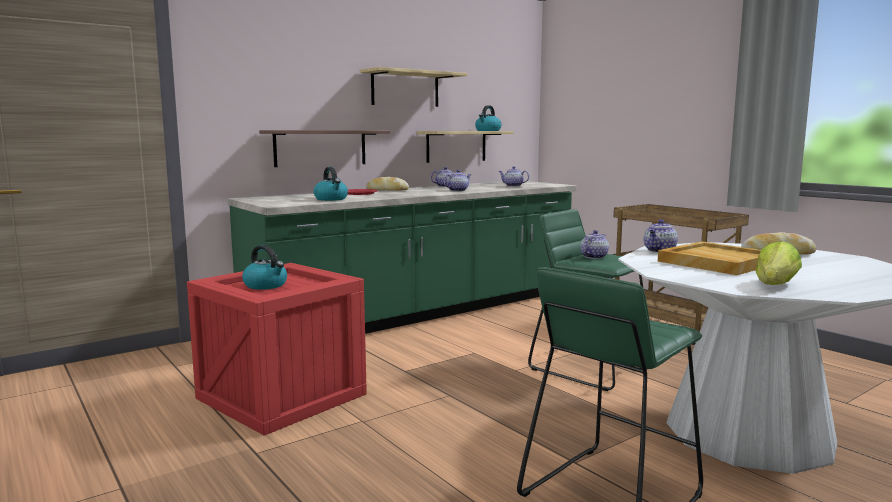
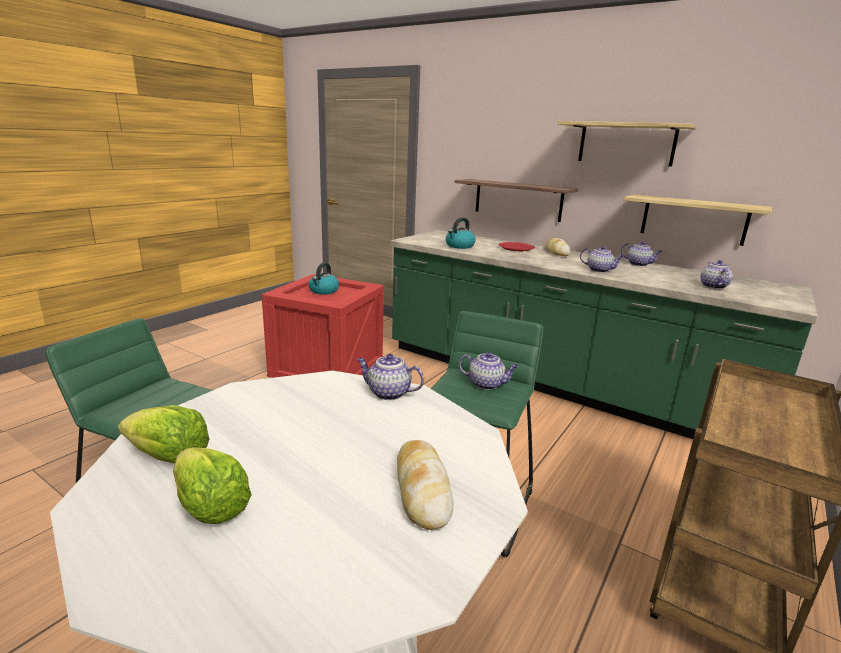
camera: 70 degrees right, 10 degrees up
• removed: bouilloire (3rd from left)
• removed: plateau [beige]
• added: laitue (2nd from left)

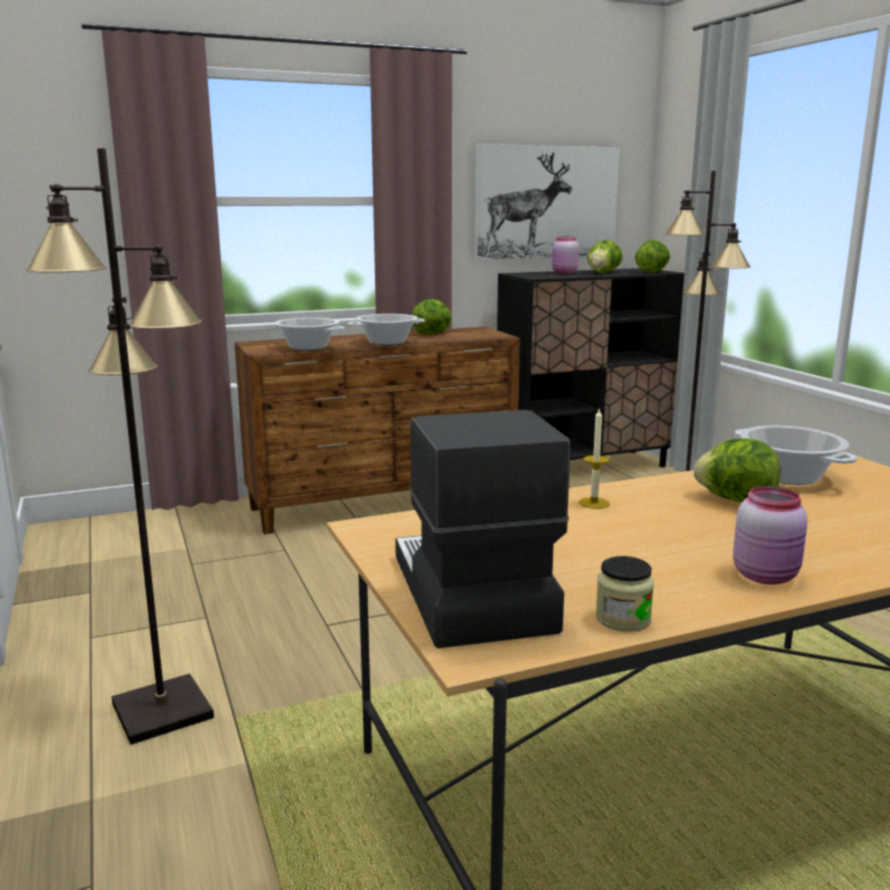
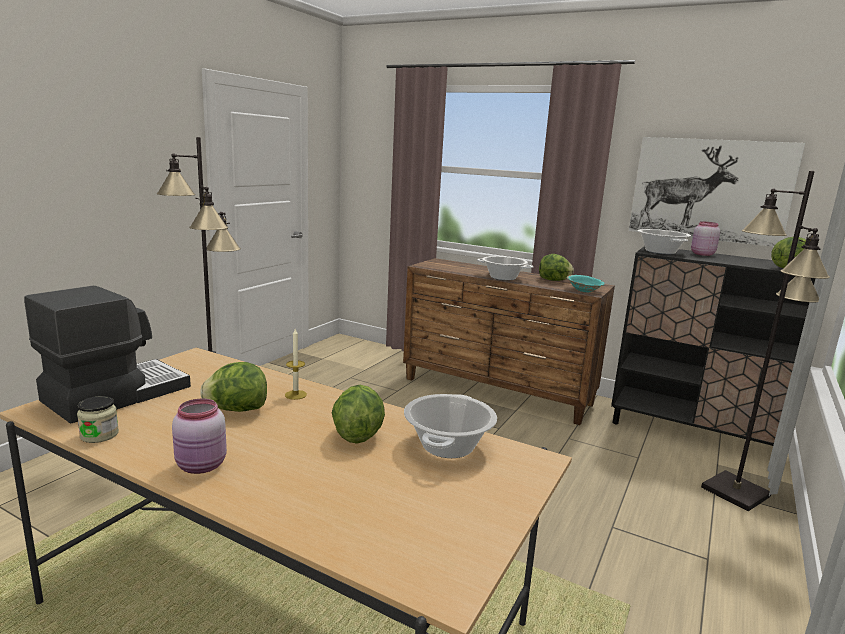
camera: 50 degrees right, 0 degrees up
• added: bol [turquoise]
• moved: marmite (1st from left in the first image) to marmite (3rd from left)
• moved: laitue (2nd from left in the first image) to laitue (1st from left)

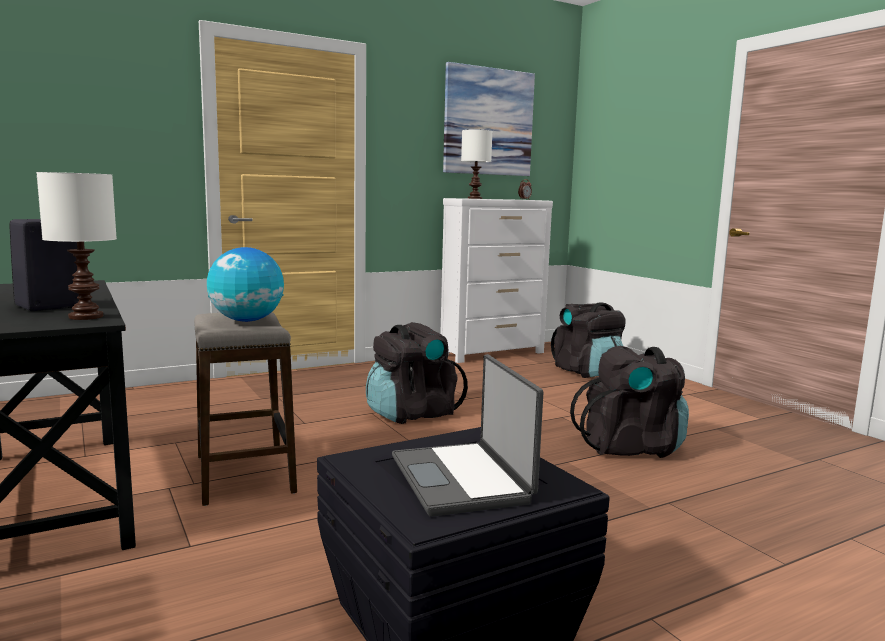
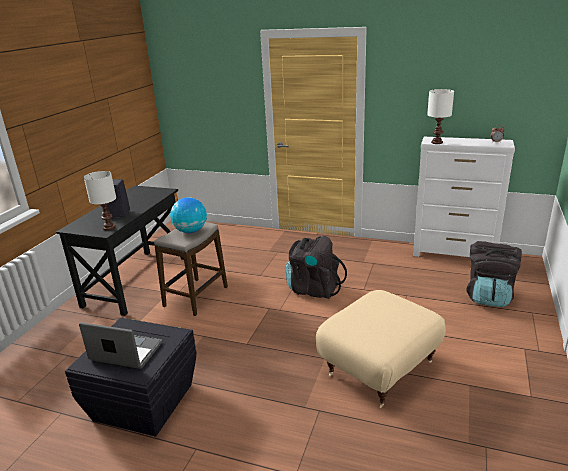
camera: 50 degrees right, 15 degrees up
• removed: tableau
• replaced: sac à dos [noir] (3rd from left) to pouf [beige]
• turned: ordinateur portable 75 degrees clockwise

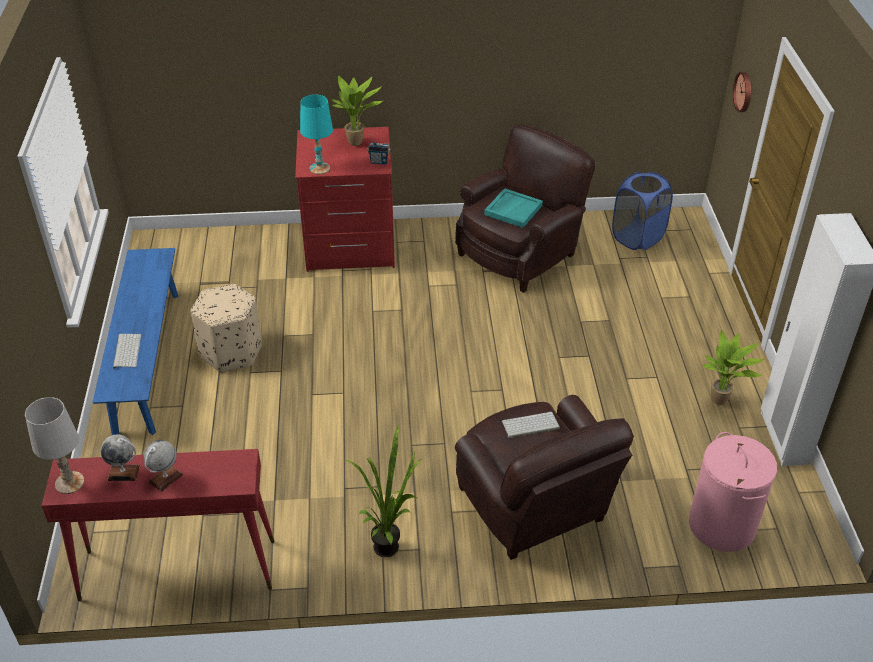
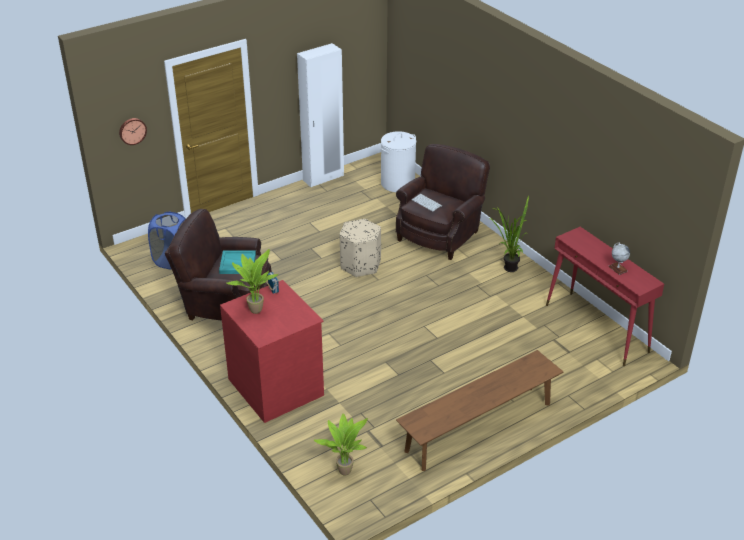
camera: 120 degrees left, 5 degrees down
• removed: lampe de table [blanc]
• removed: clavier (1st from left)
• removed: globe (2nd from left)
• removed: lampe de table [turquoise]
• moved: pouf [beige]
• moved: plante en pot (3rd from left in the first image) to plante en pot (2nd from left)
• recoloured: banc [bleu] to banc [marron]
• recoloured: panier à linge [rose] to panier à linge [blanc]

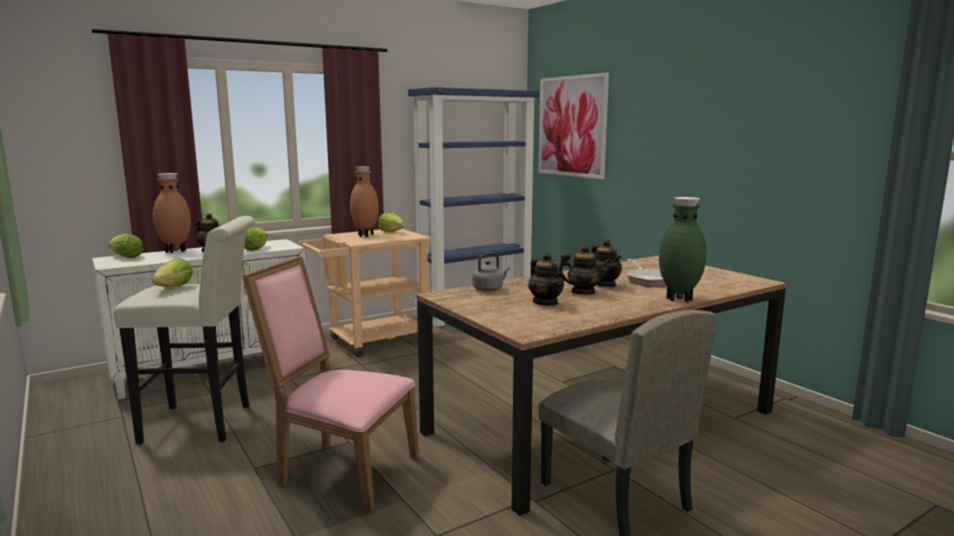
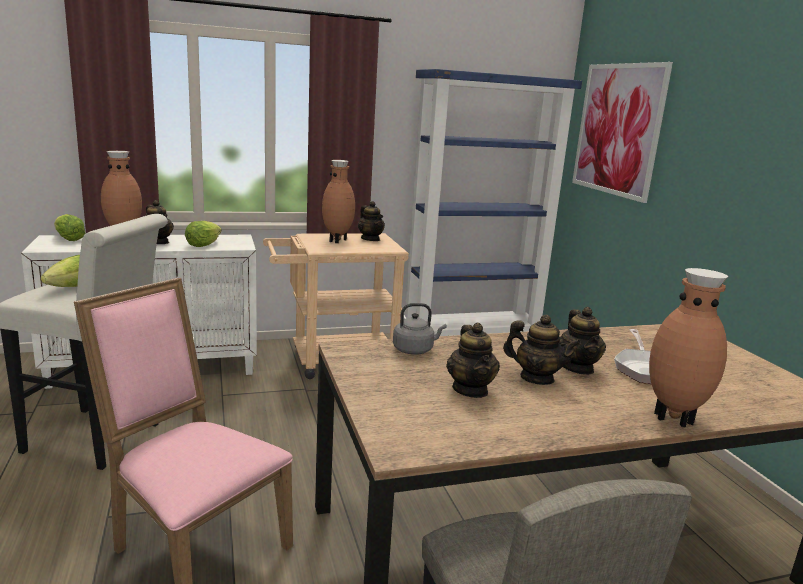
camera: 15 degrees right, 5 degrees up
• replaced: laitue (4th from left) to théière (2nd from left)
• recoloured: vase [vert] to vase [marron] (3rd from left)

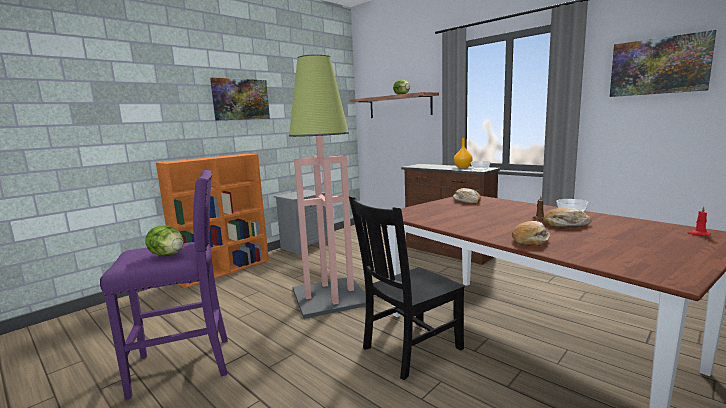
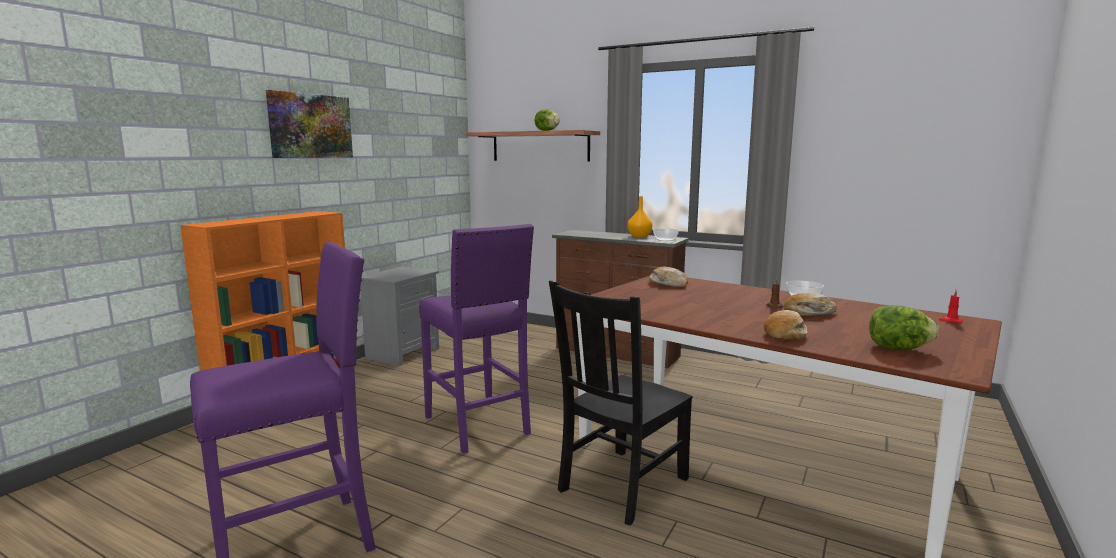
camera: 15 degrees left, 0 degrees up
• removed: tableau (2nd from left)
• moved: laitue (1st from left in the first image) to laitue (2nd from left)
• replaced: lampadaire to tabouret [violet] (2nd from left)

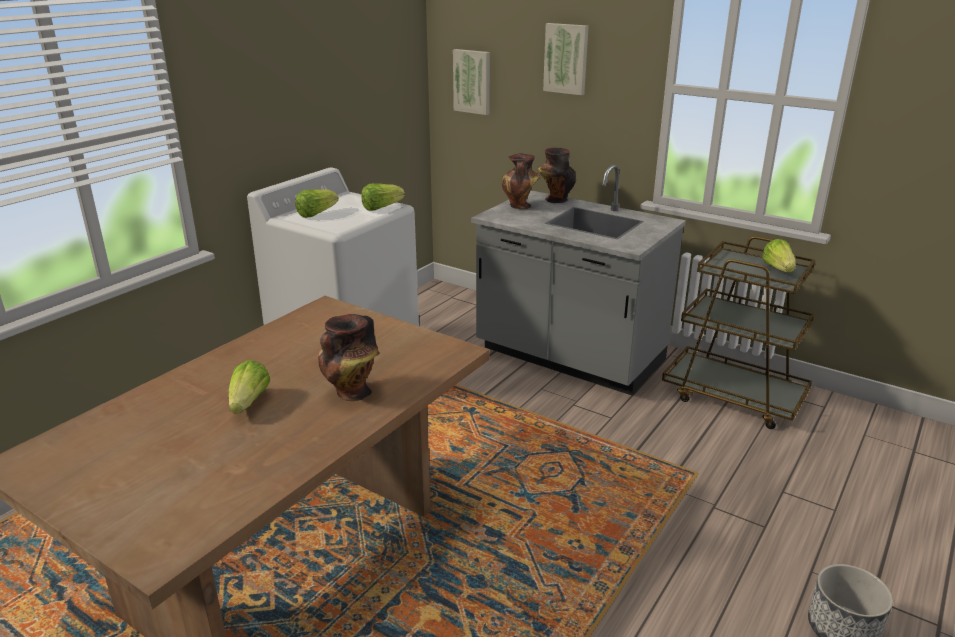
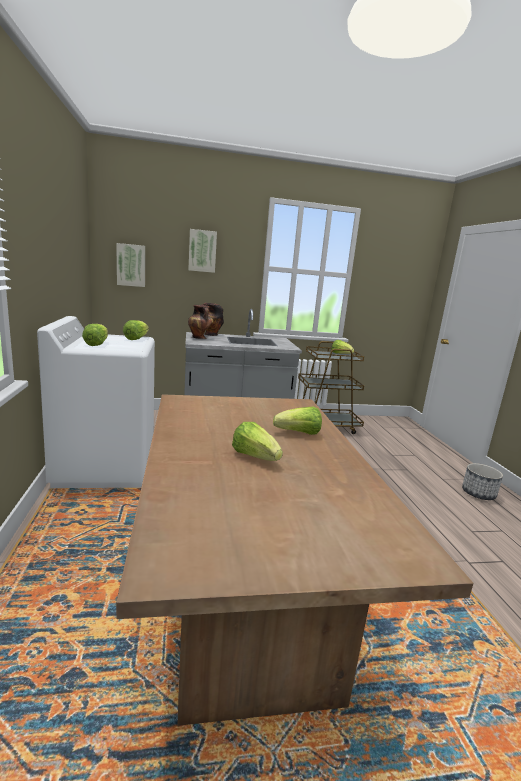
camera: 45 degrees left, 10 degrees down
• replaced: vase (1st from left) to laitue (4th from left)

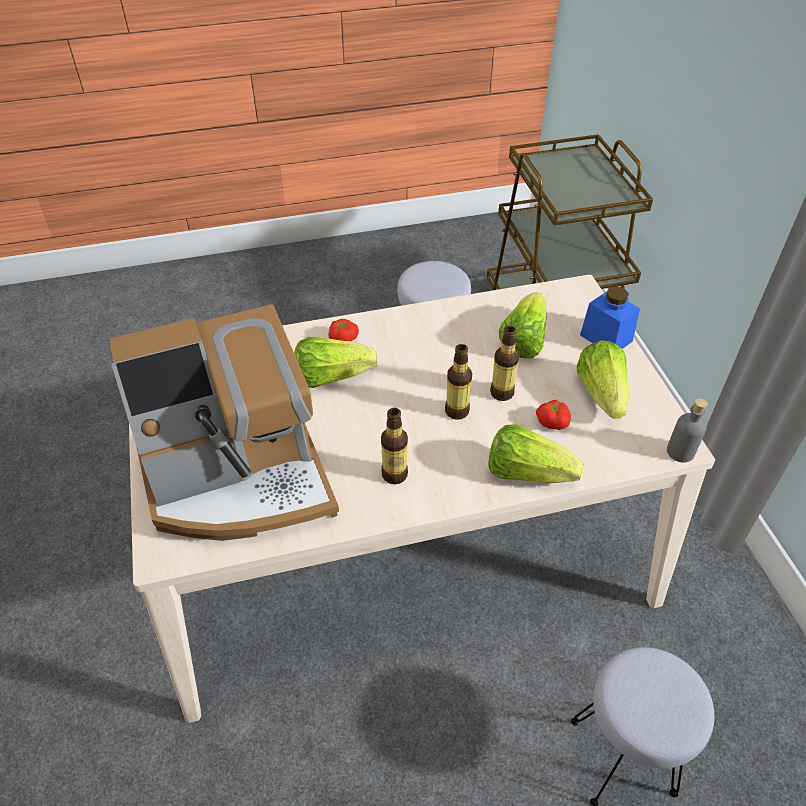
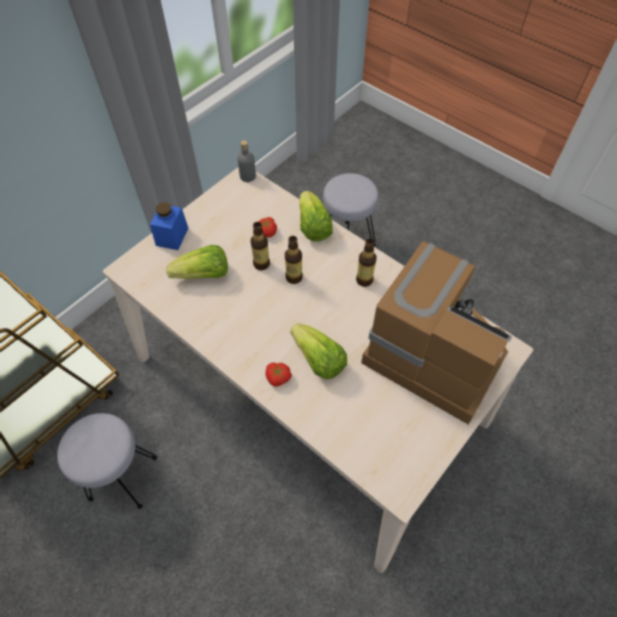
camera: 125 degrees left, 10 degrees up
• removed: laitue (4th from left)

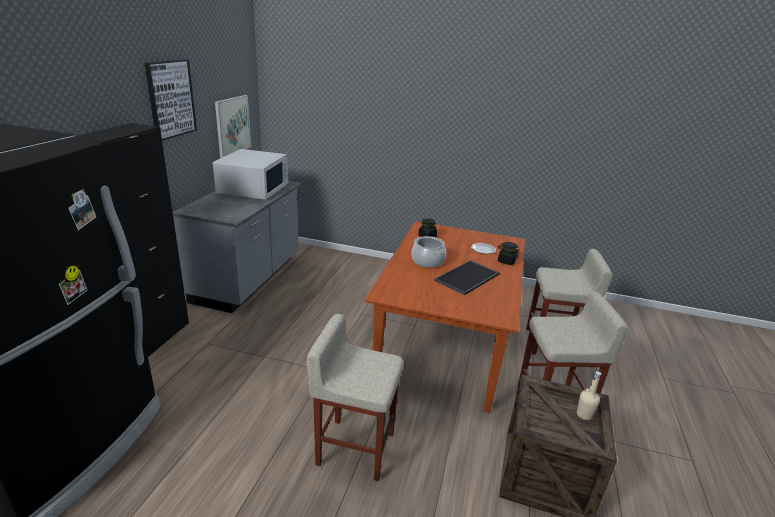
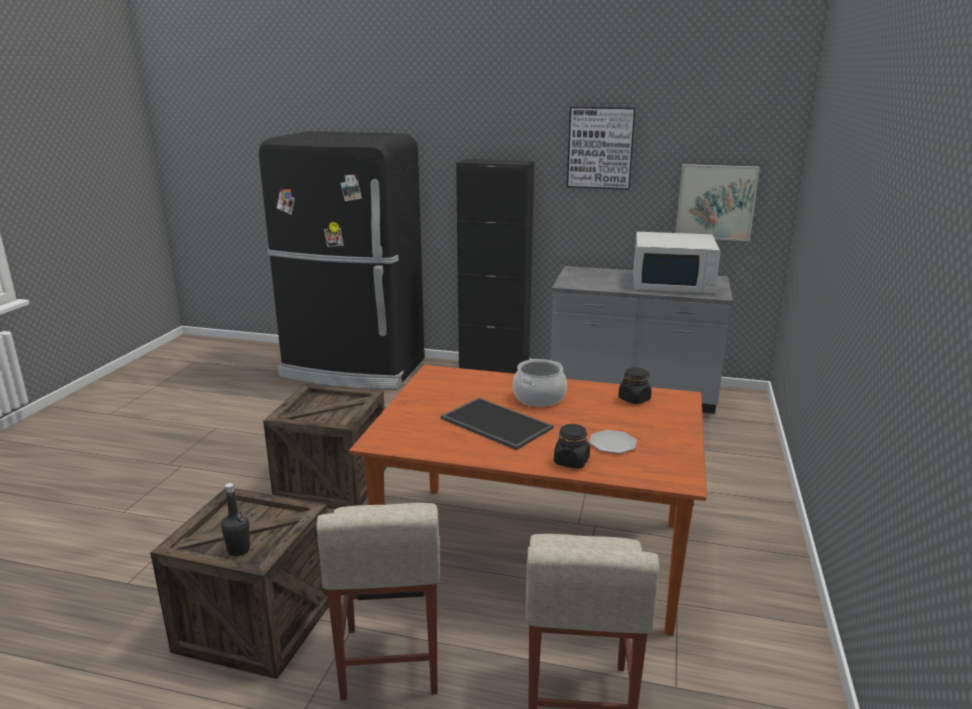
camera: 90 degrees right, 5 degrees down
• replaced: tabouret [beige] (1st from left) to caisse (2nd from left)
• recoloured: bouteille [beige] to bouteille [noir]

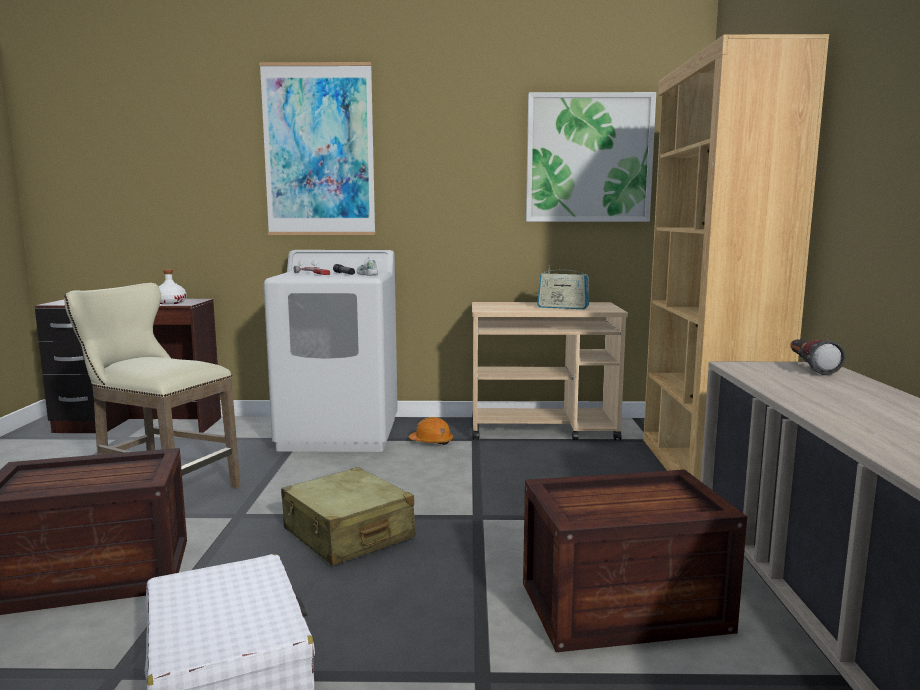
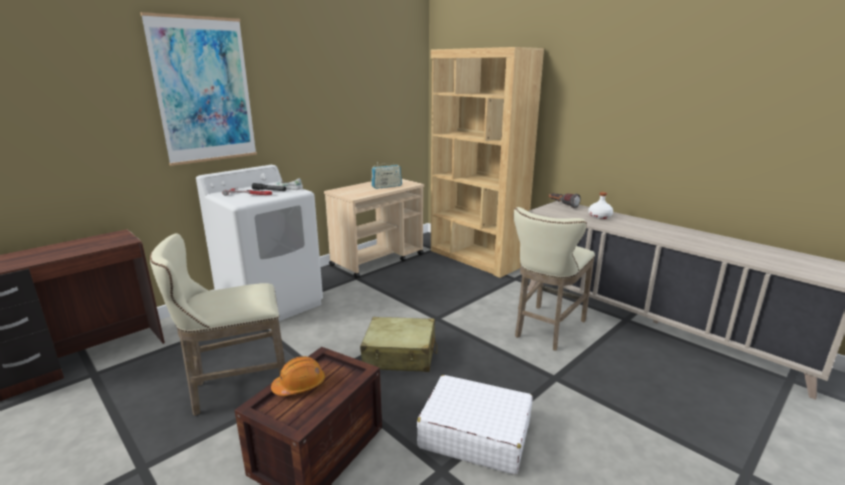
camera: 45 degrees left, 10 degrees up
• removed: tableau (2nd from left)
• moved: bouteille [blanc]
• moved: casque de chantier [orange]
• replaced: caisse (2nd from left) to tabouret [beige] (2nd from left)

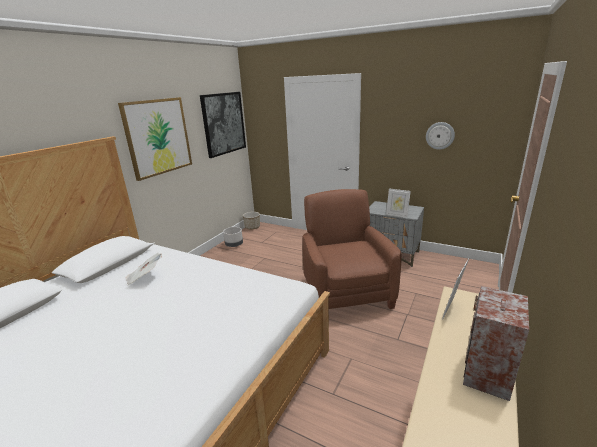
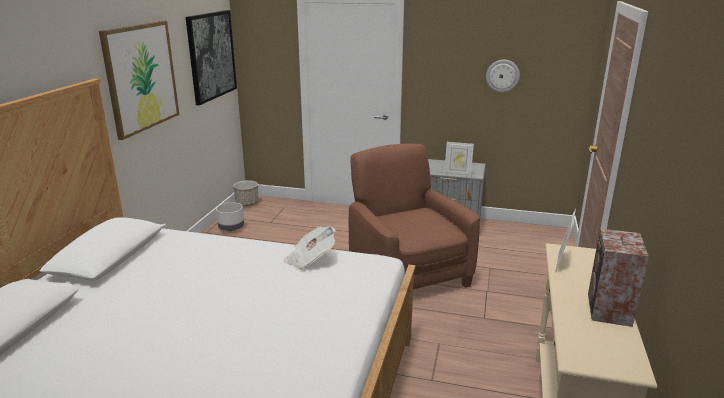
camera: 15 degrees left, 0 degrees up
• moved: journal

